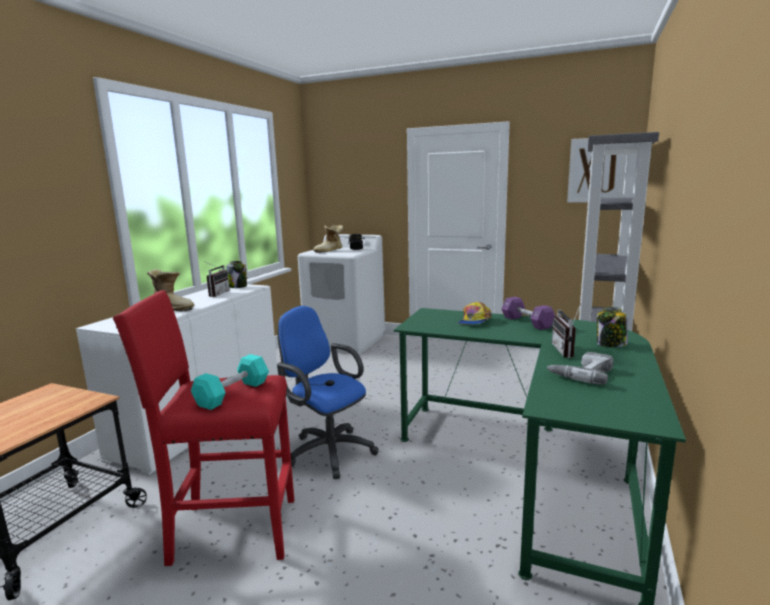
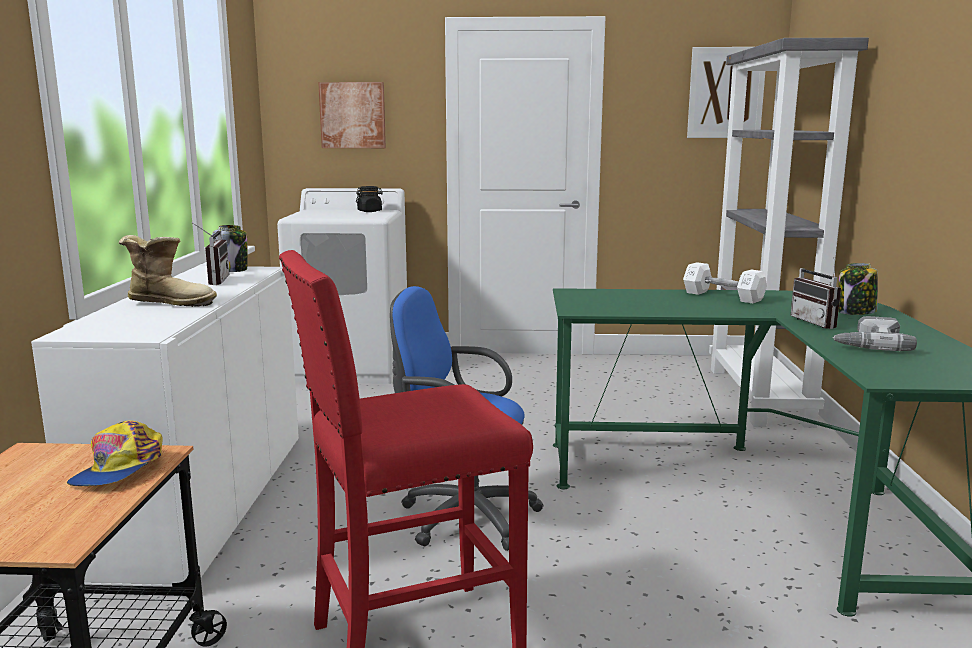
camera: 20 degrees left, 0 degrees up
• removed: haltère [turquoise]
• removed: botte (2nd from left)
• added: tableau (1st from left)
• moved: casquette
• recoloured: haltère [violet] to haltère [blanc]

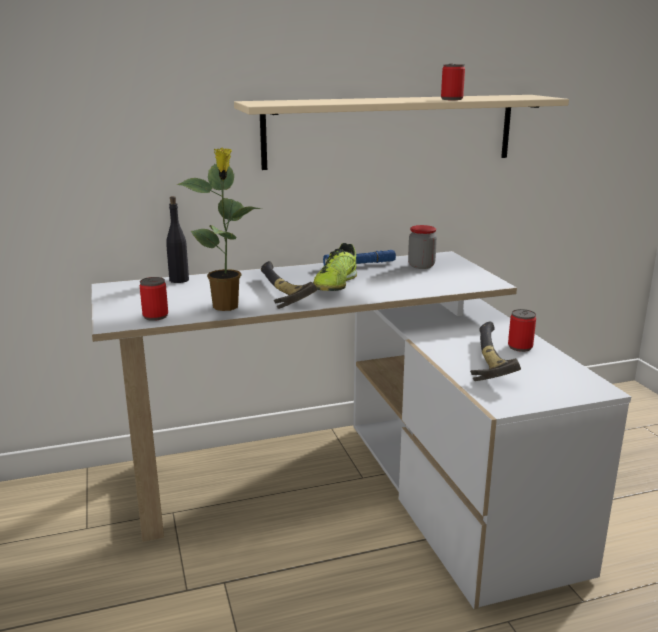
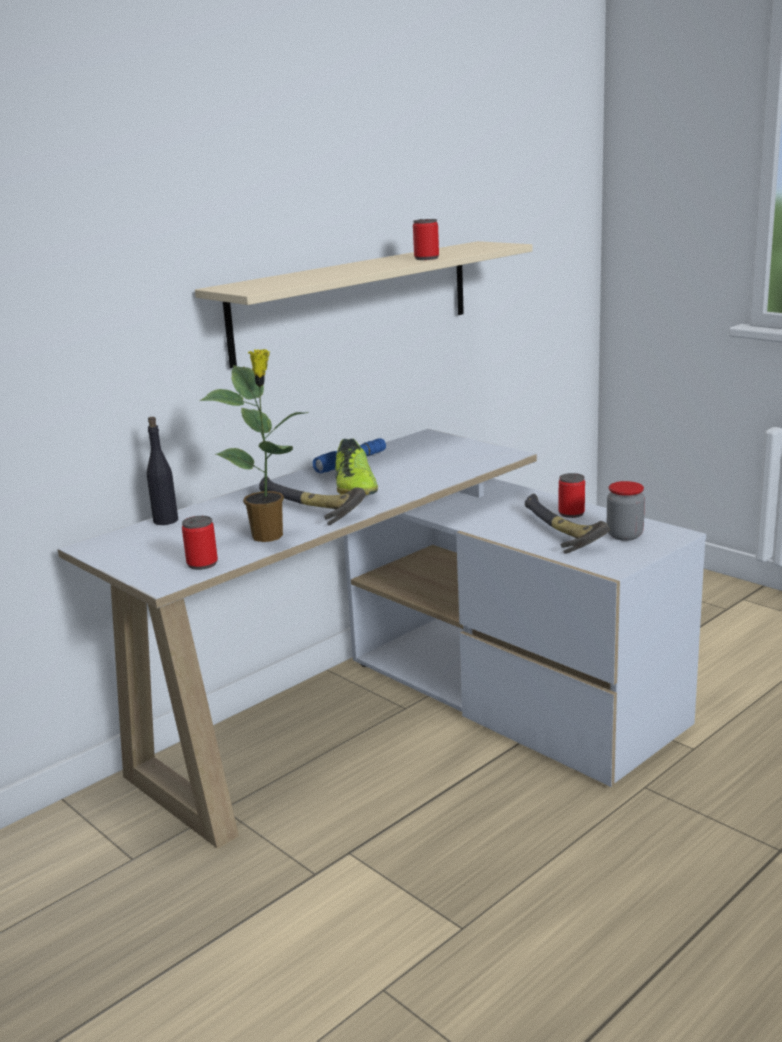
camera: 25 degrees left, 0 degrees up
• moved: bocal

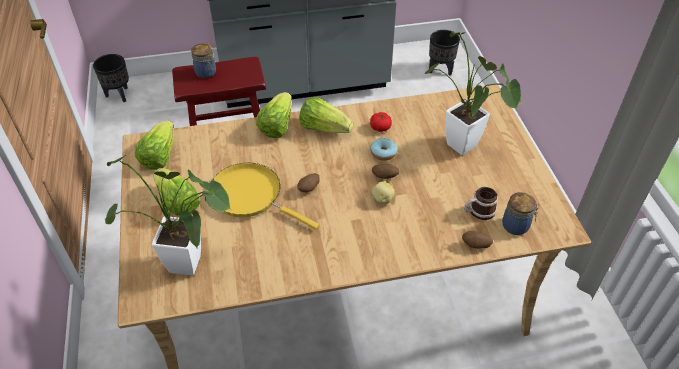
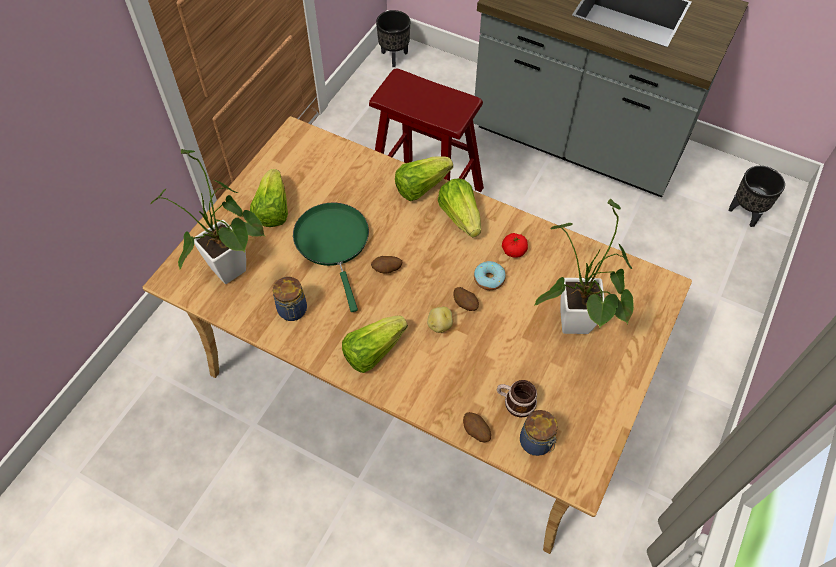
camera: 40 degrees right, 10 degrees up
• moved: laitue (1st from left in the first image) to laitue (2nd from left)
• moved: bocal (1st from left)
• recoloured: poêle [jaune] to poêle [vert]

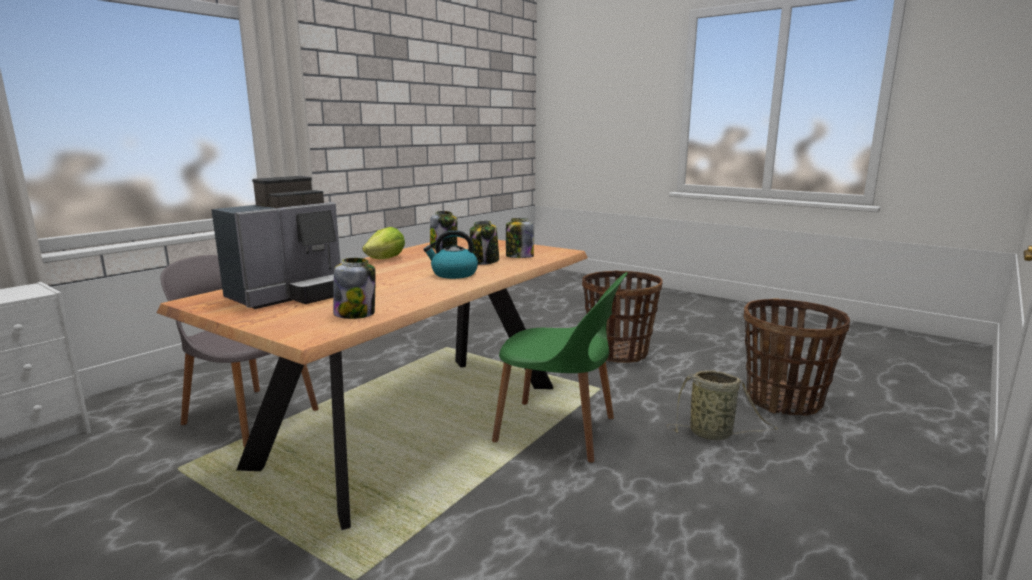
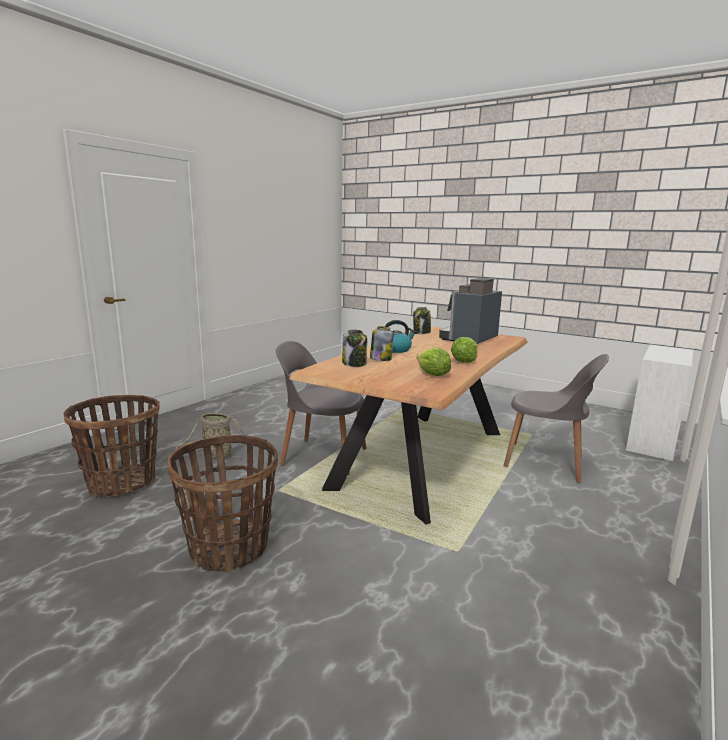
camera: 175 degrees right, 0 degrees up
• replaced: bocal (2nd from left) to laitue (1st from left)
• recoloured: chaise [vert] to chaise [gris] (1st from left)

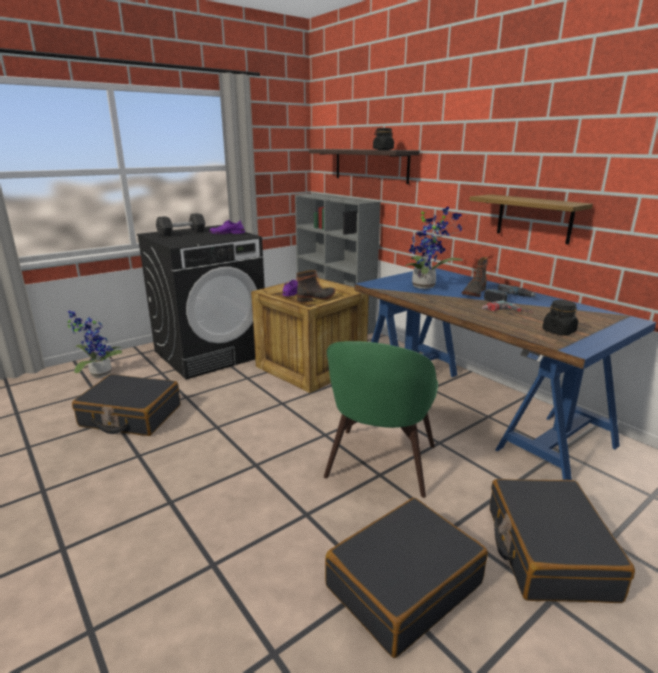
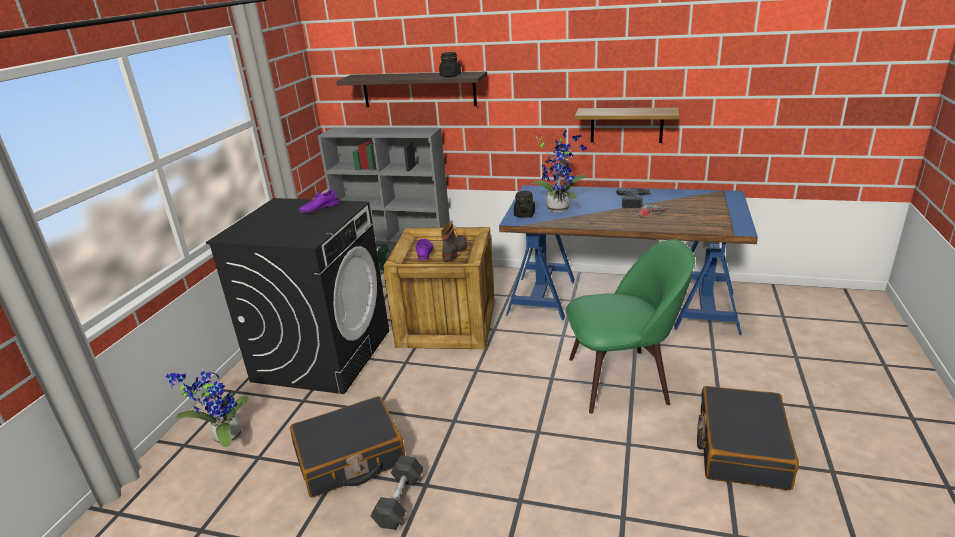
camera: 35 degrees left, 5 degrees up
• removed: botte (2nd from left)
• removed: valise [noir] (3rd from left)
• moved: haltère [noir]
• moved: bocal [noir] (2nd from left)
• turned: chaise [vert] 75 degrees counterclockwise

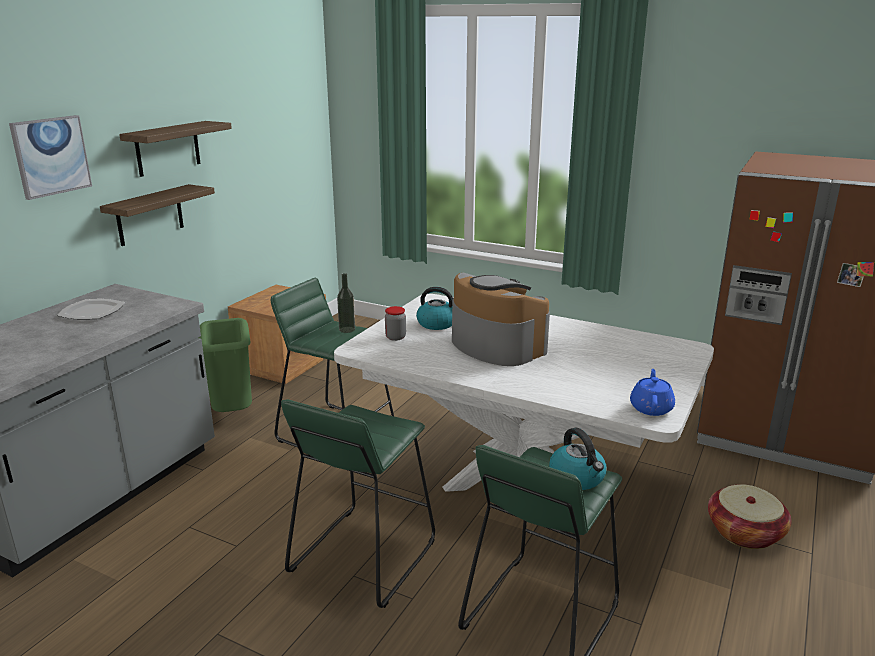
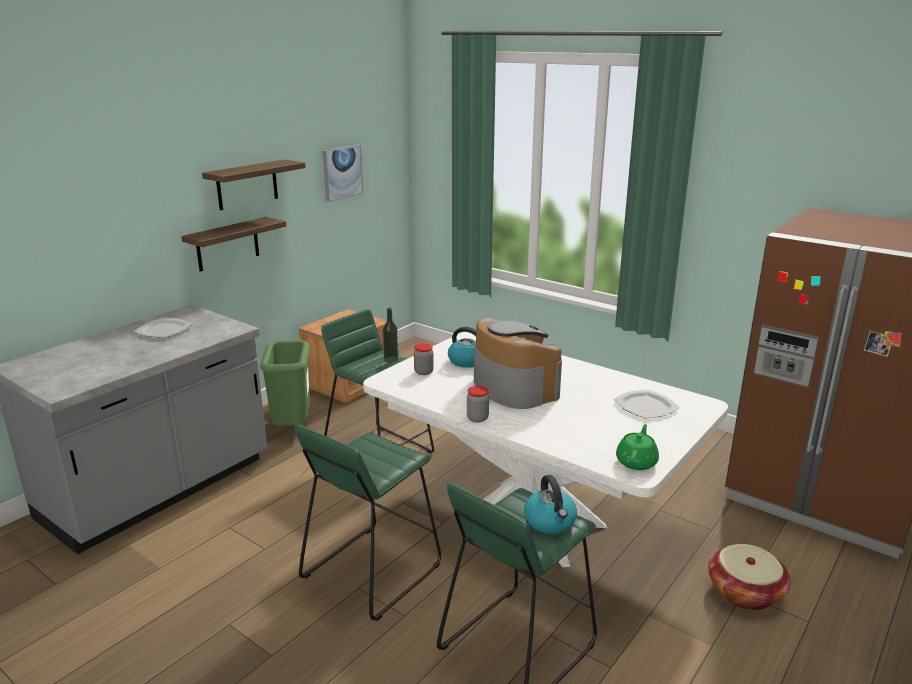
camera: 10 degrees right, 0 degrees up
• added: bocal (2nd from left)
• added: assiette (2nd from left)
• moved: tableau
• recoloured: théière [bleu] to théière [vert]

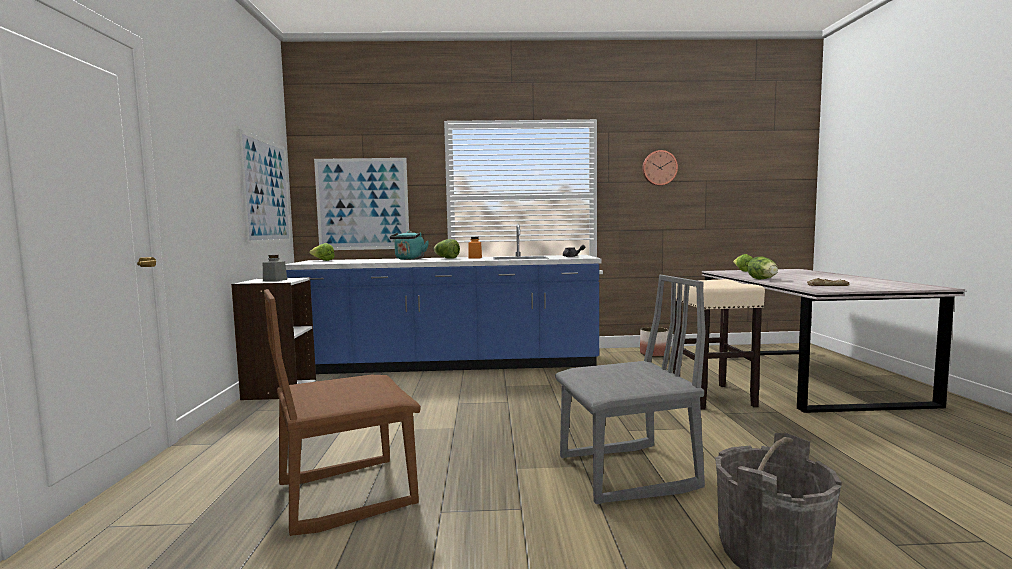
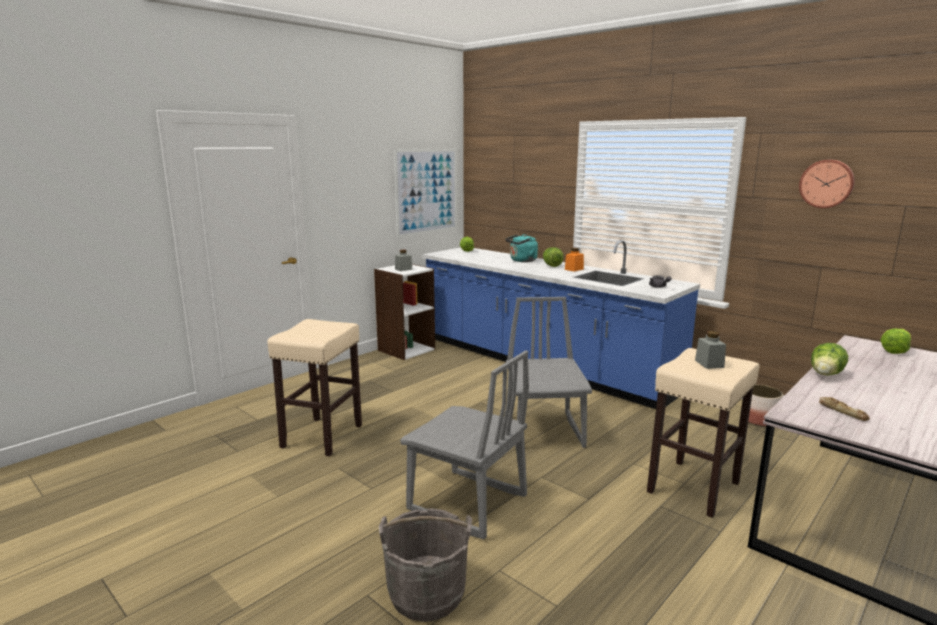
camera: 45 degrees right, 10 degrees up
• removed: tableau (2nd from left)
• added: chaise [gris] (2nd from left)
• added: bocal [gris] (2nd from left)
• replaced: chaise [marron] to tabouret [beige] (1st from left)

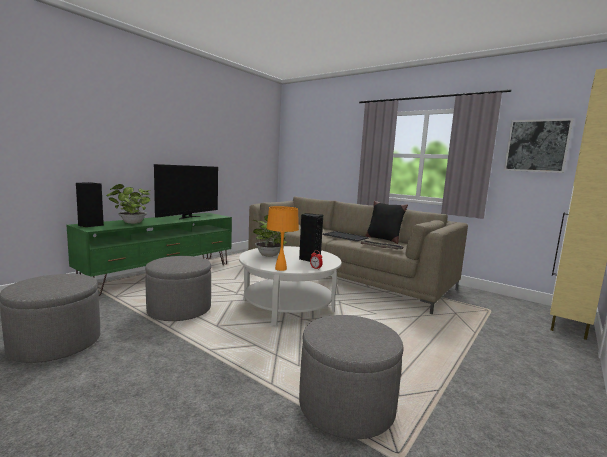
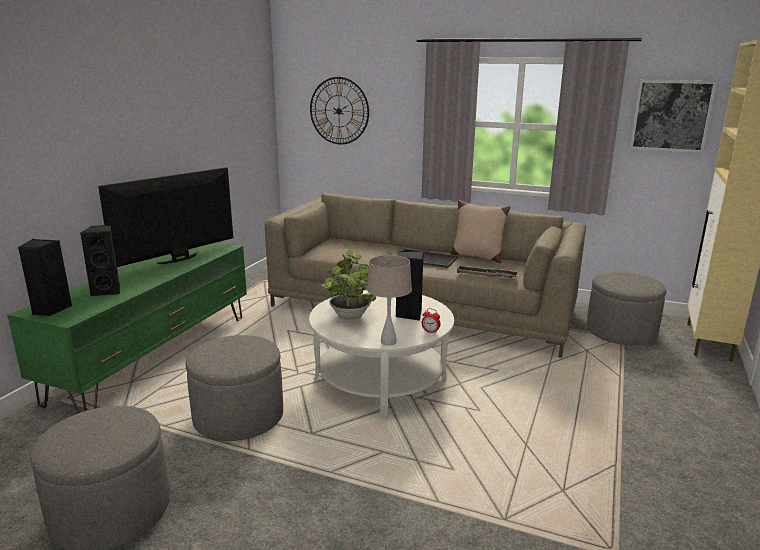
camera: 15 degrees left, 10 degrees up
• added: horloge murale
• moved: pouf [gris] (3rd from left)
• replaced: plante en pot (1st from left) to enceinte [noir] (2nd from left)
• recoloured: lampe de table [orange] to lampe de table [beige]
• recoloured: coussin [noir] to coussin [beige]
• turned: téléviseur 150 degrees counterclockwise

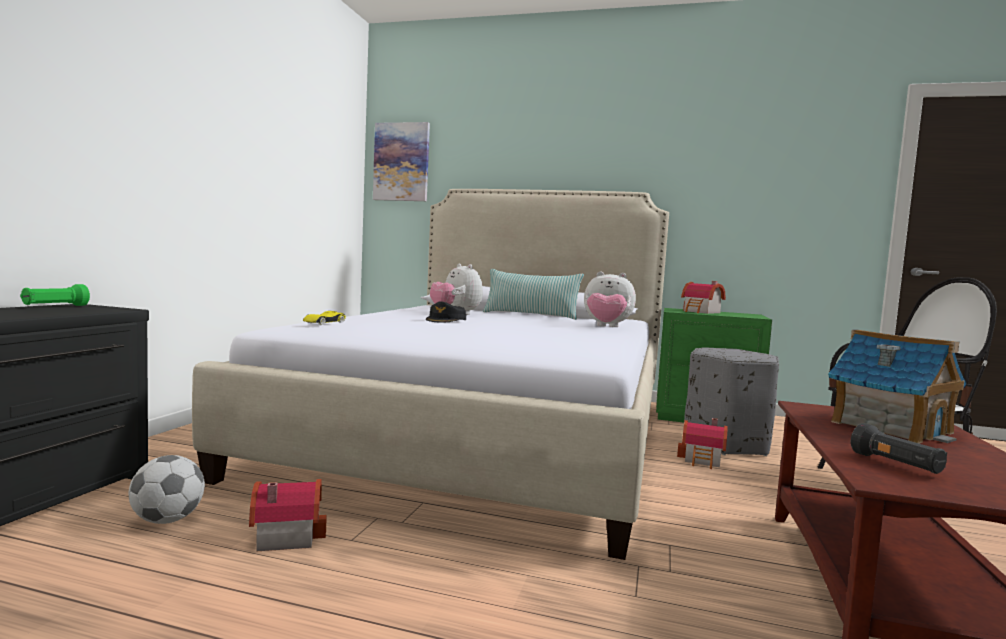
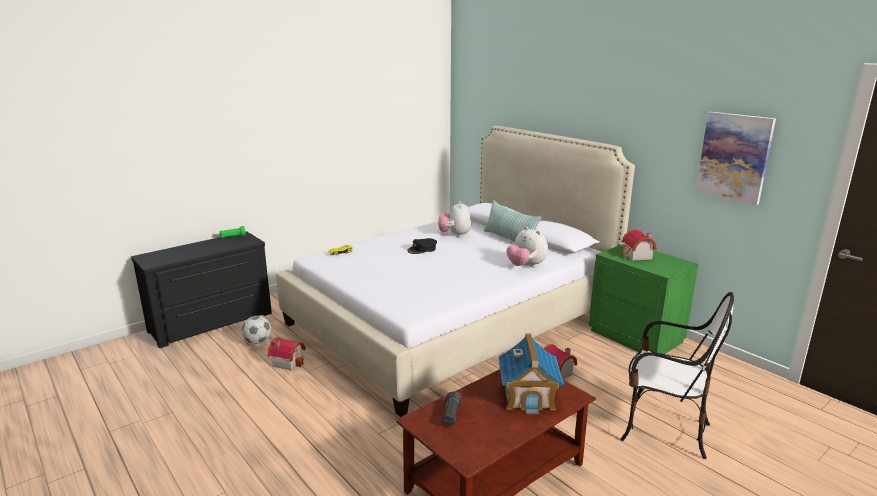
camera: 35 degrees right, 15 degrees up
• removed: pouf [gris]
• moved: tableau

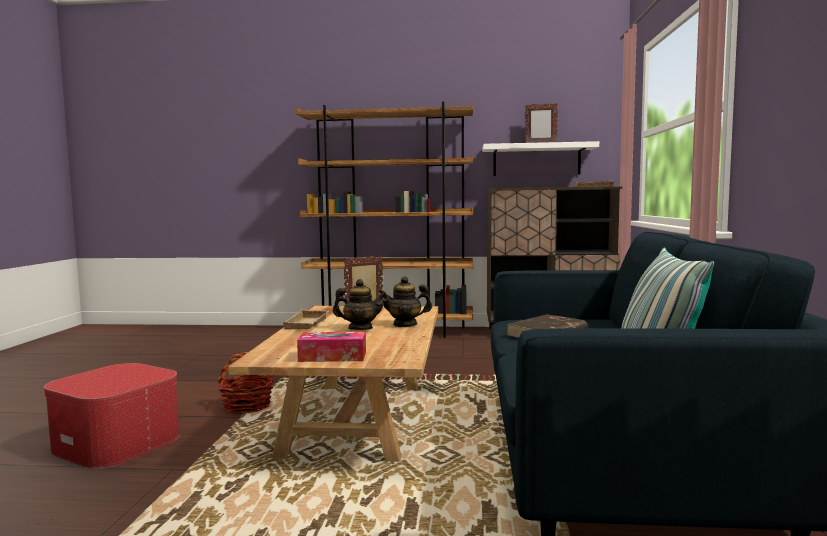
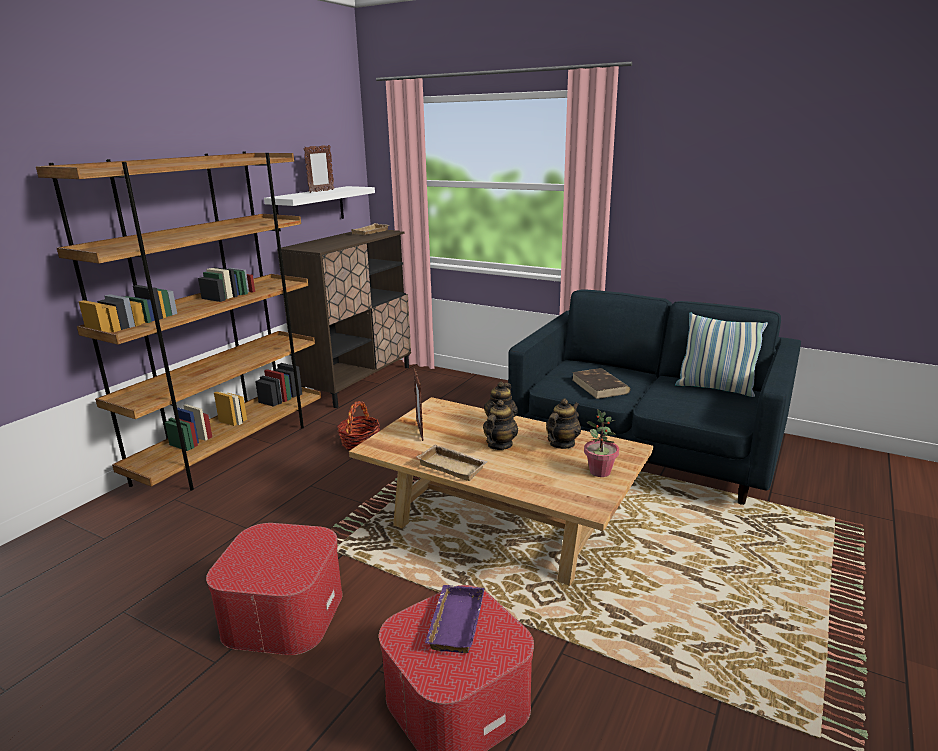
camera: 65 degrees left, 15 degrees up
• added: pouf (1st from left)
• added: plateau [violet]
• added: théière (3rd from left)
• moved: panier
• replaced: boîte à mouchoirs to plante en pot

